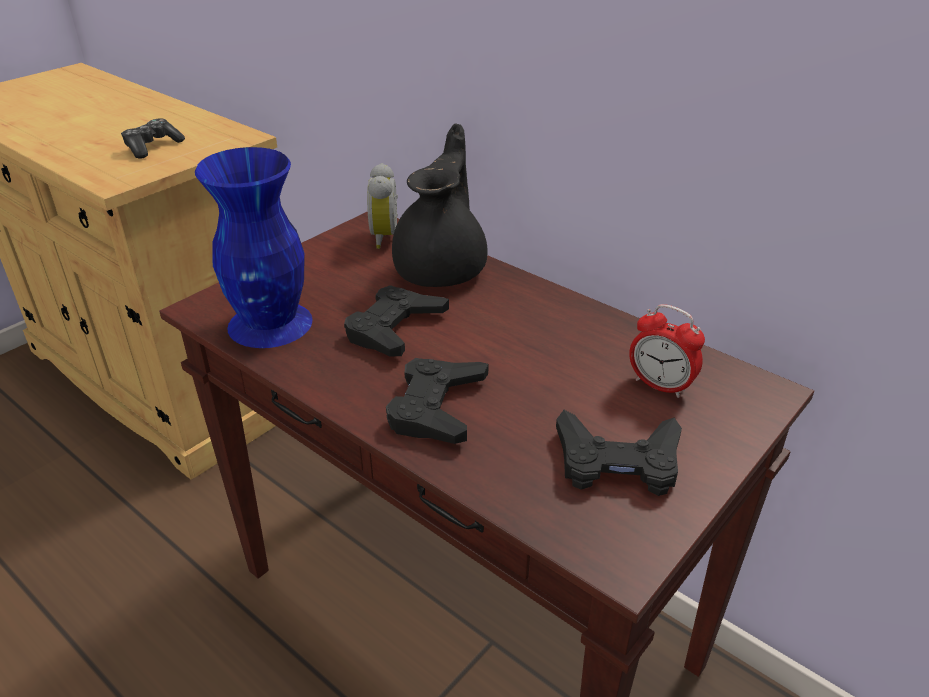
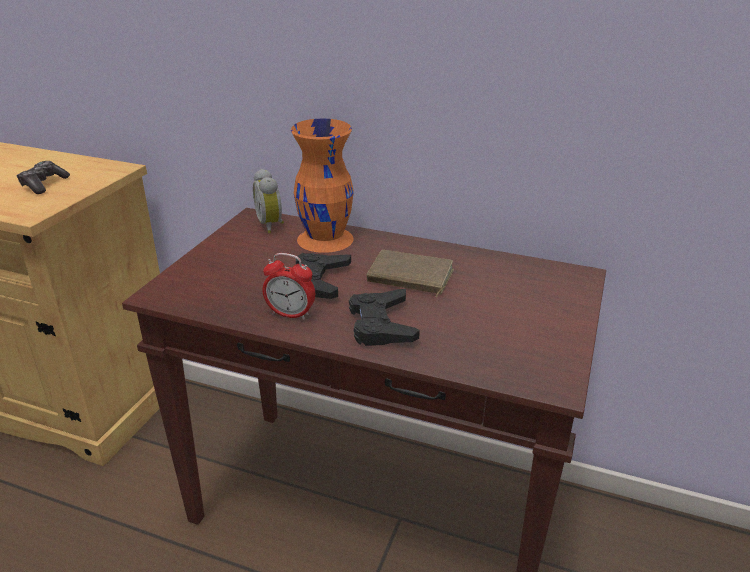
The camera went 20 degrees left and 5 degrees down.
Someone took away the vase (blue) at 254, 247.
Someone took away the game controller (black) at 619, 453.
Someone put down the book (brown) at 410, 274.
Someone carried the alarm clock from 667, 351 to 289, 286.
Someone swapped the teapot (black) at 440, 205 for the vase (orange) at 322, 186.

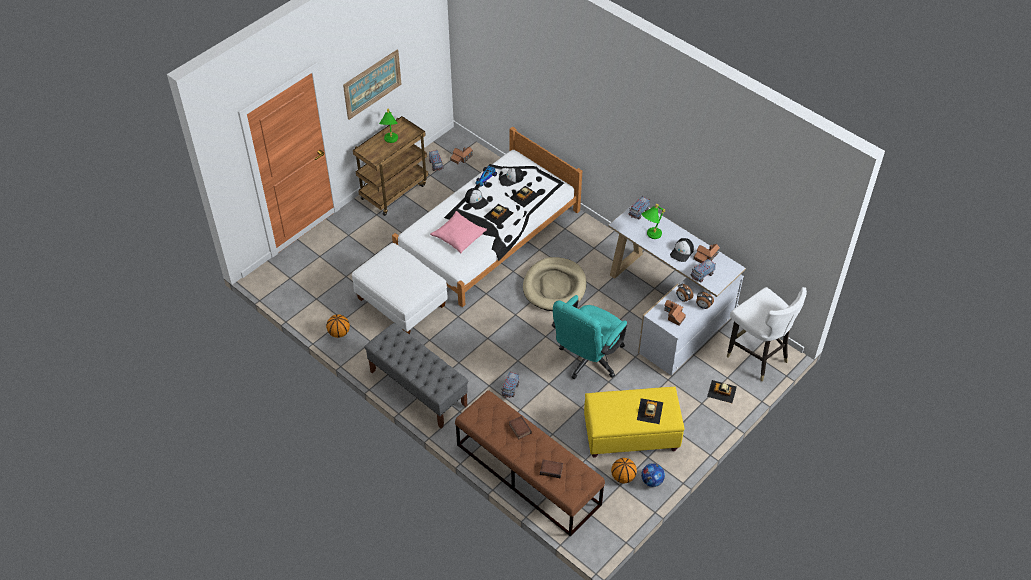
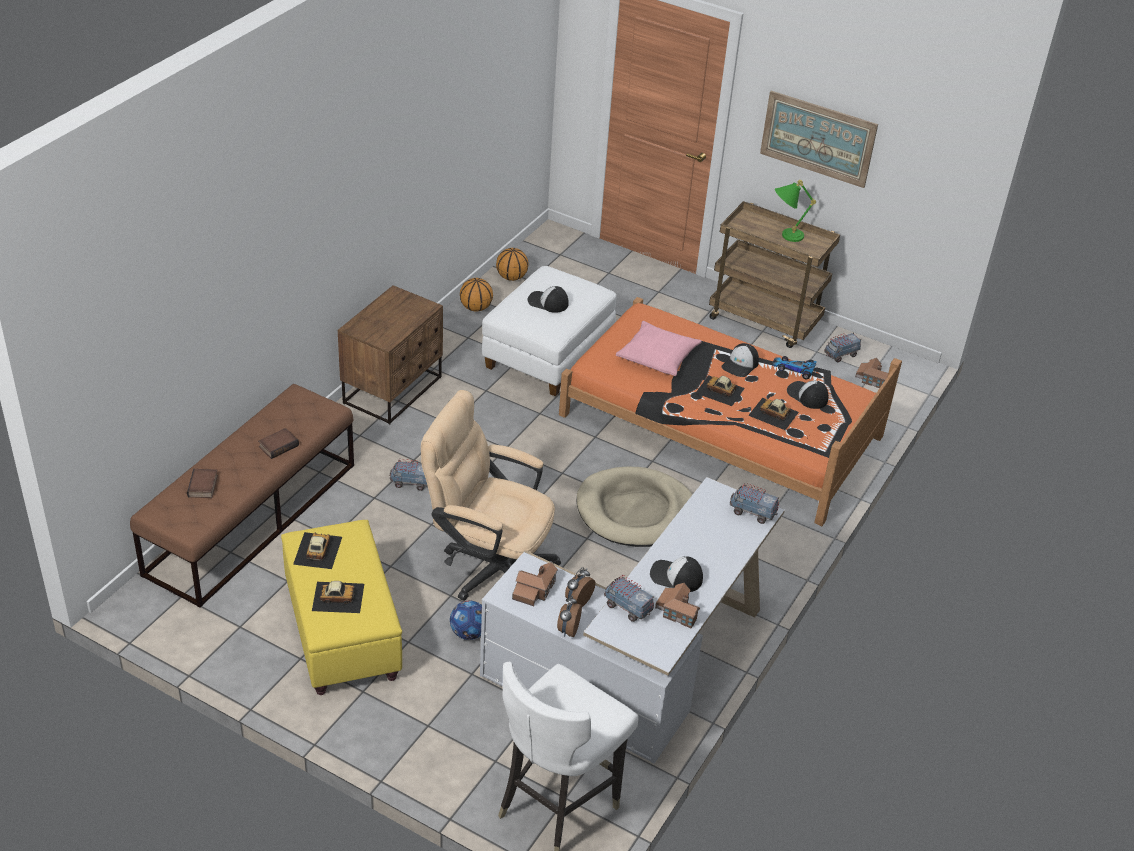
The camera went 75 degrees right and 10 degrees down.
Someone took away the table lamp (green) at 653, 221.
Someone put down the cap at 547, 299.
Someone carried the basketball from 624, 471 to 512, 264.
Someone carried the football from 653, 475 to 466, 620.
Someone carried the toy car from 722, 391 to 317, 550.
Someone swapped the bench (grey) at 416, 376 for the nightstand (brown) at 390, 354.
Someone repainted the bed (white) at 487, 217, which became the bed (orange) at 730, 411.
Someone repainted the office chair (turquoise) at 589, 337, which became the office chair (beige) at 491, 495.

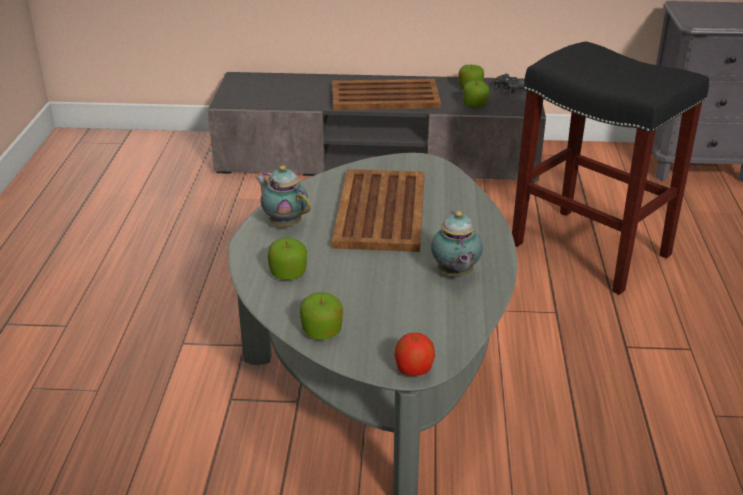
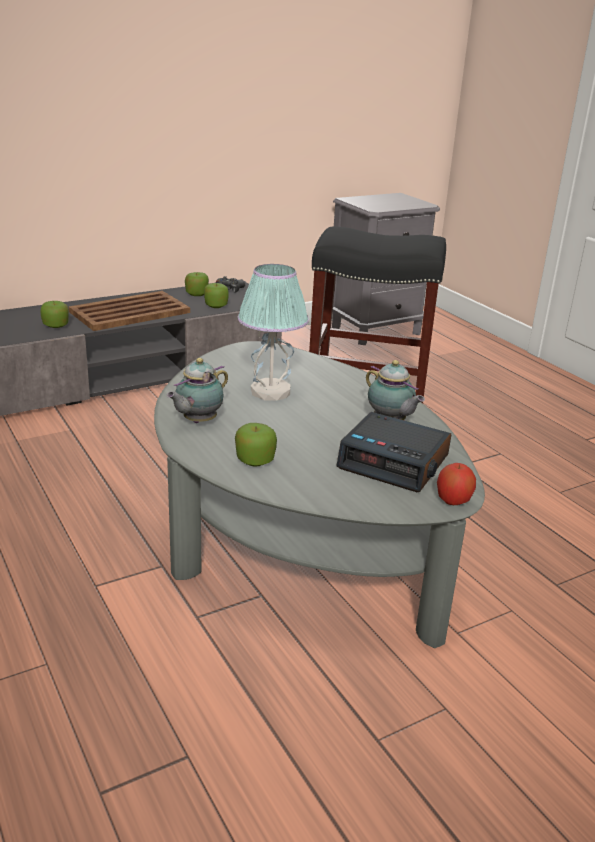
The camera went 35 degrees left and 5 degrees down.
Someone put down the alarm clock at 393, 452.
Someone carried the apple from 321, 315 to 54, 314.
Someone swapped the tray (brown) at 378, 210 for the table lamp at 273, 332.
Someone rotated the teapot at 283, 196 by 60 degrees counterclockwise.

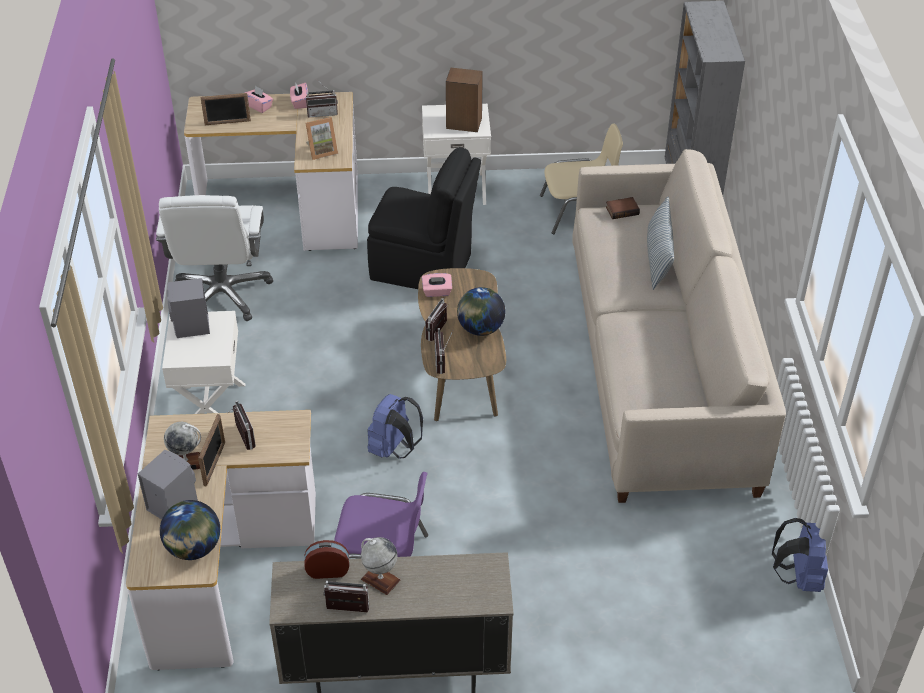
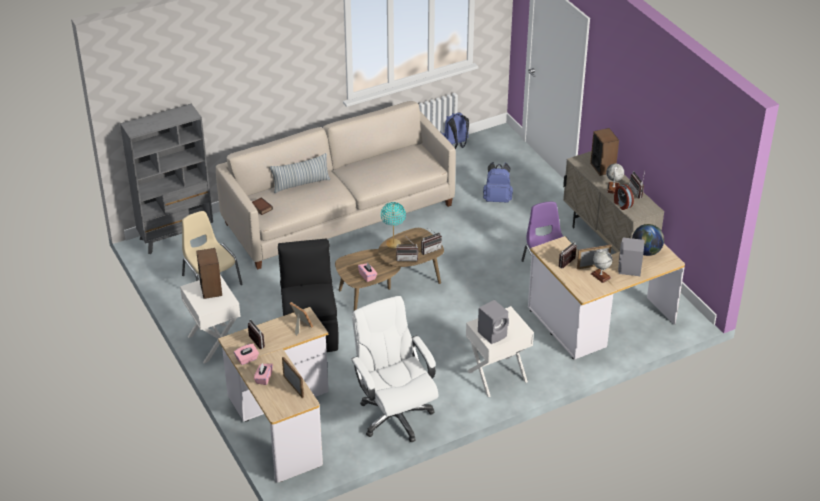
The camera went 115 degrees left and 5 degrees down.
Someone put down the speaker at 604, 152.
Someone carried the backpack (blue) from 395, 426 to 498, 182.
Someone swapped the globe at 481, 311 for the table lamp (turquoise) at 393, 225.
Someone rotated the office chair (white) at 214, 258 by 90 degrees counterclockwise.

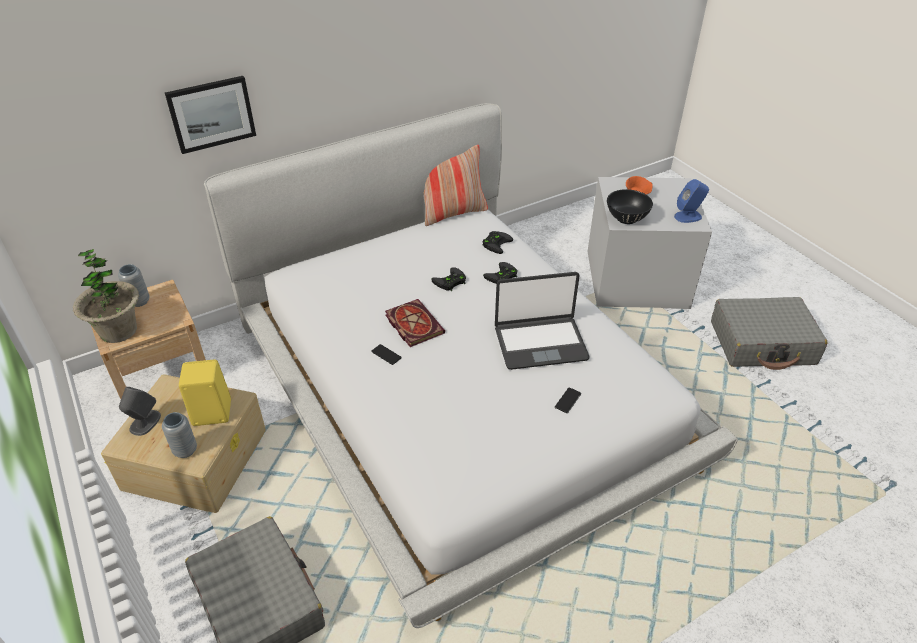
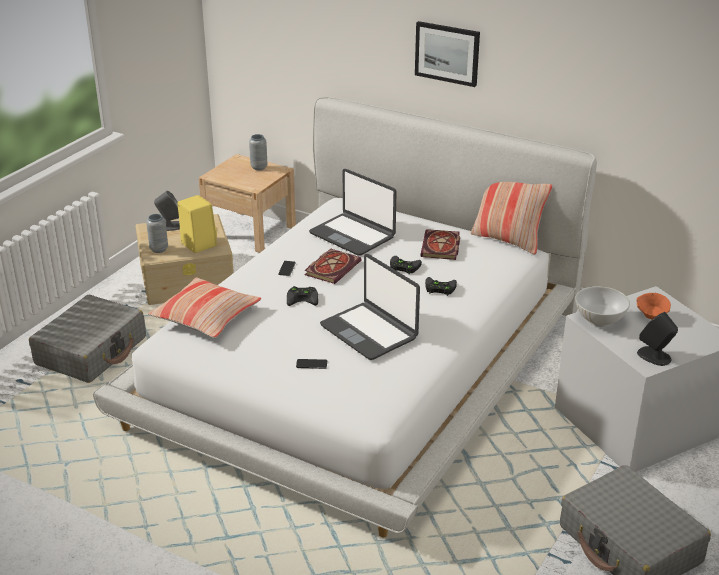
The camera went 60 degrees right and 10 degrees down.
Someone took away the potted plant at 106, 296.
Someone put down the pillow at 204, 307.
Someone put down the laptop at 353, 212.
Someone put down the book at 440, 244.
Someone carried the picture from 210, 115 to 447, 54.
Someone carried the game controller (black) from 497, 242 to 302, 296.
Someone repainted the bowl (black) at 630, 206, which became the bowl (white) at 602, 306.
Someone repainted the speaker (blue) at 691, 201, which became the speaker (black) at 657, 339.

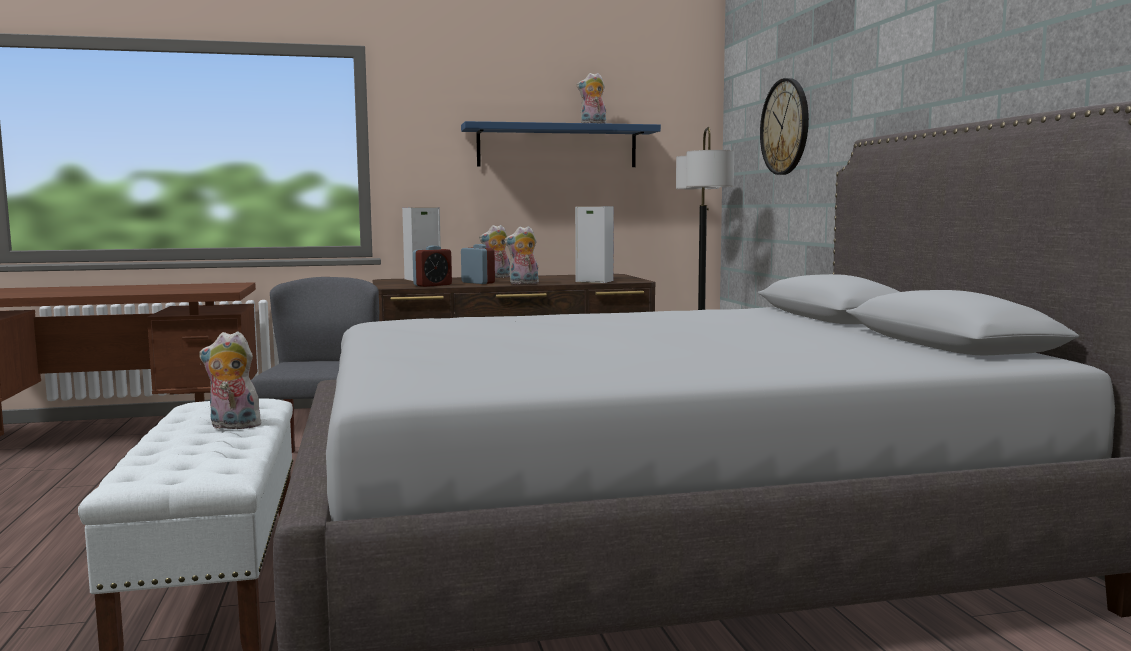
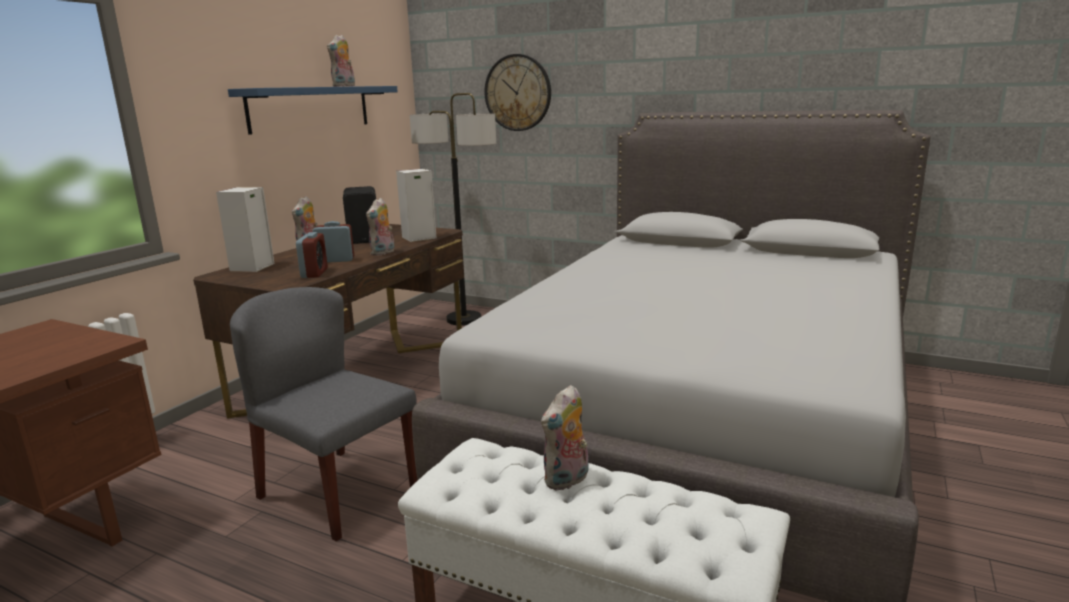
The camera went 50 degrees left and 10 degrees up.
Someone put down the speaker (black) at 359, 215.

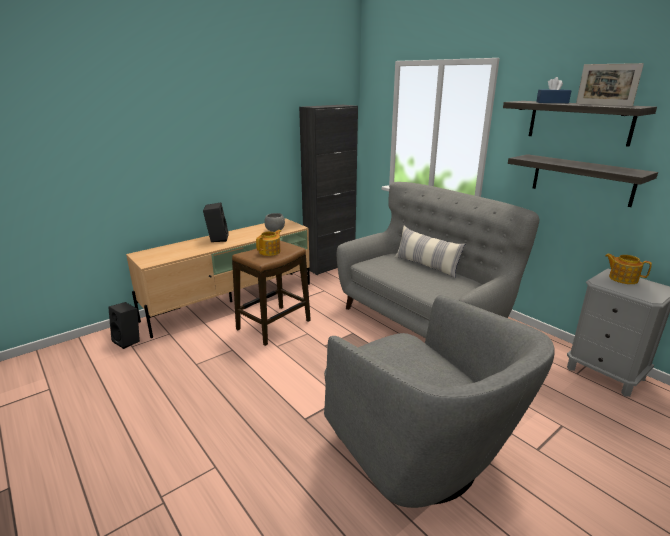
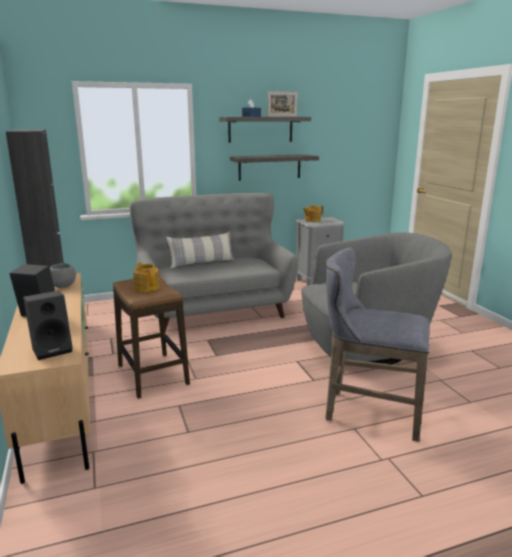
The camera went 70 degrees left and 5 degrees down.
Someone put down the stool (grey) at 377, 344.
Someone carried the speaker (black) from 124, 325 to 48, 325.

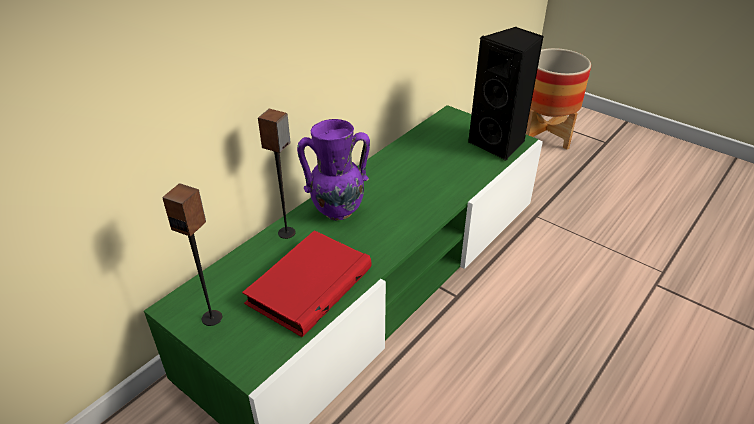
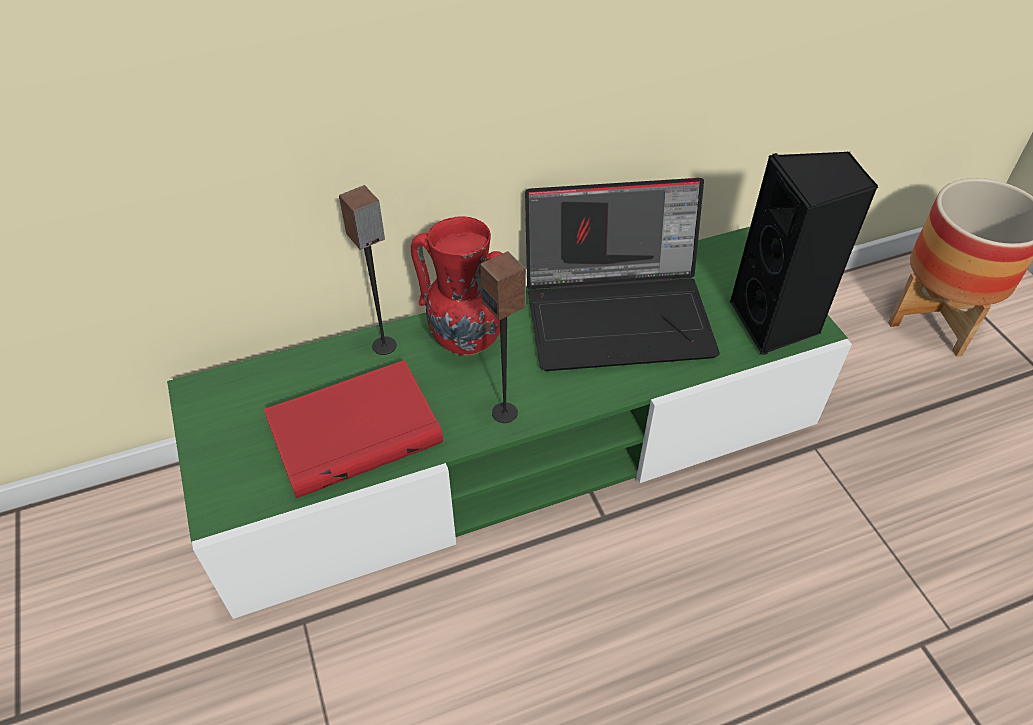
The camera went 30 degrees right and 10 degrees up.
Someone put down the laptop at 622, 274.
Someone carried the speaker from 192, 254 to 503, 337.
Someone repainted the vase (purple) at 333, 169, which became the vase (red) at 460, 286.

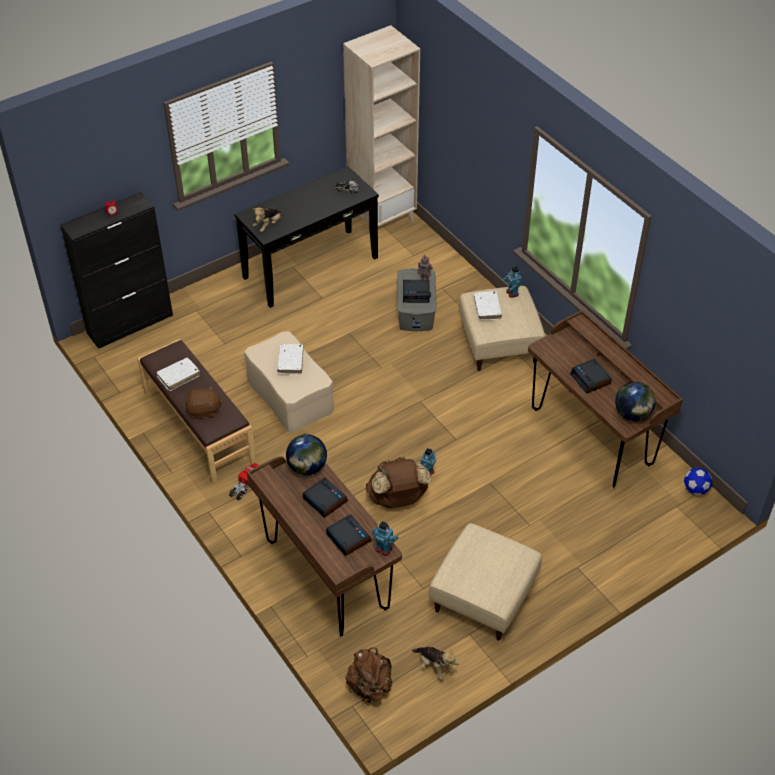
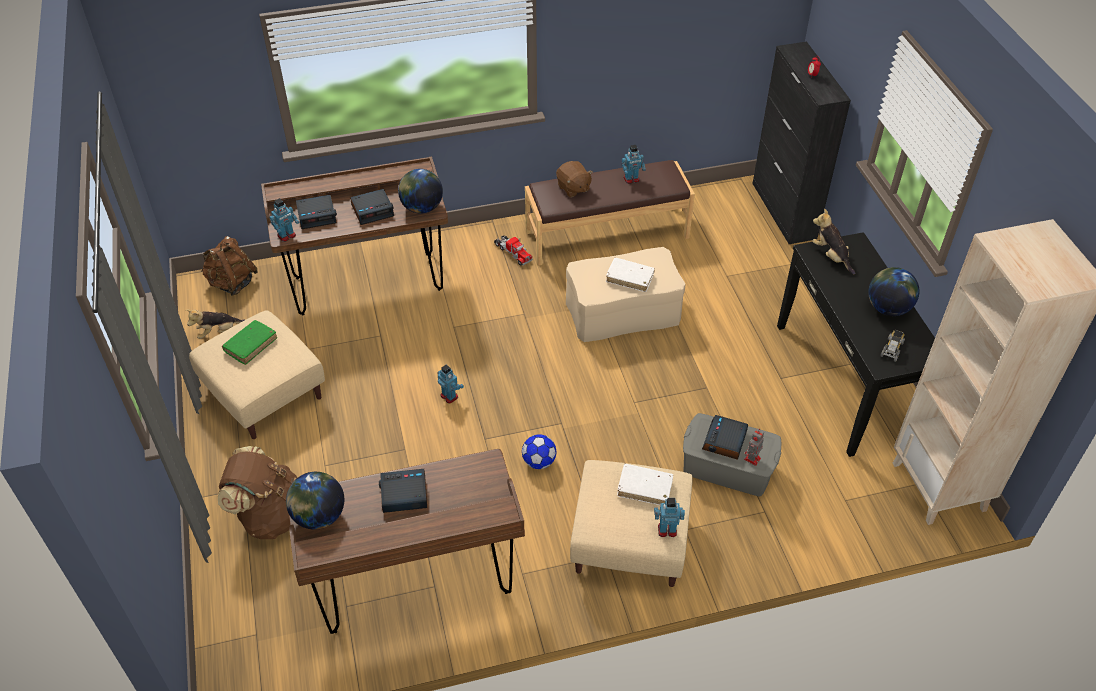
The camera went 110 degrees right and 0 degrees up.
Someone put down the book (green) at 249, 342.
Someone put down the globe at 893, 291.
Someone carried the backpack (brown) from 398, 482 to 258, 492.
Someone carried the football from 698, 481 to 539, 451.
Someone swapped the book (white) at 178, 374 for the toy robot at 633, 164.
Someone rotated the plush toy (brown) at 204, 402 by 45 degrees counterclockwise.

